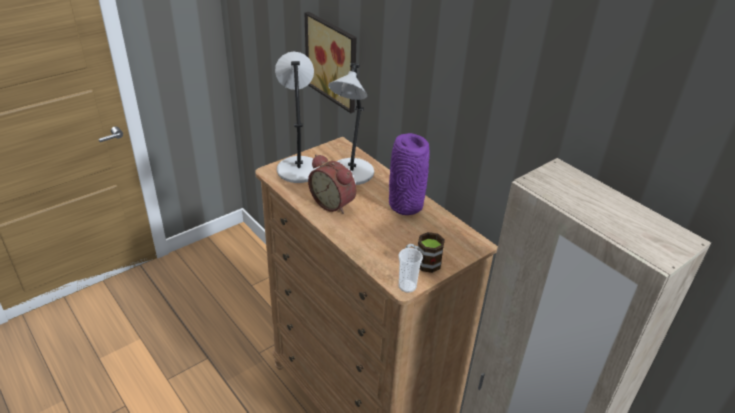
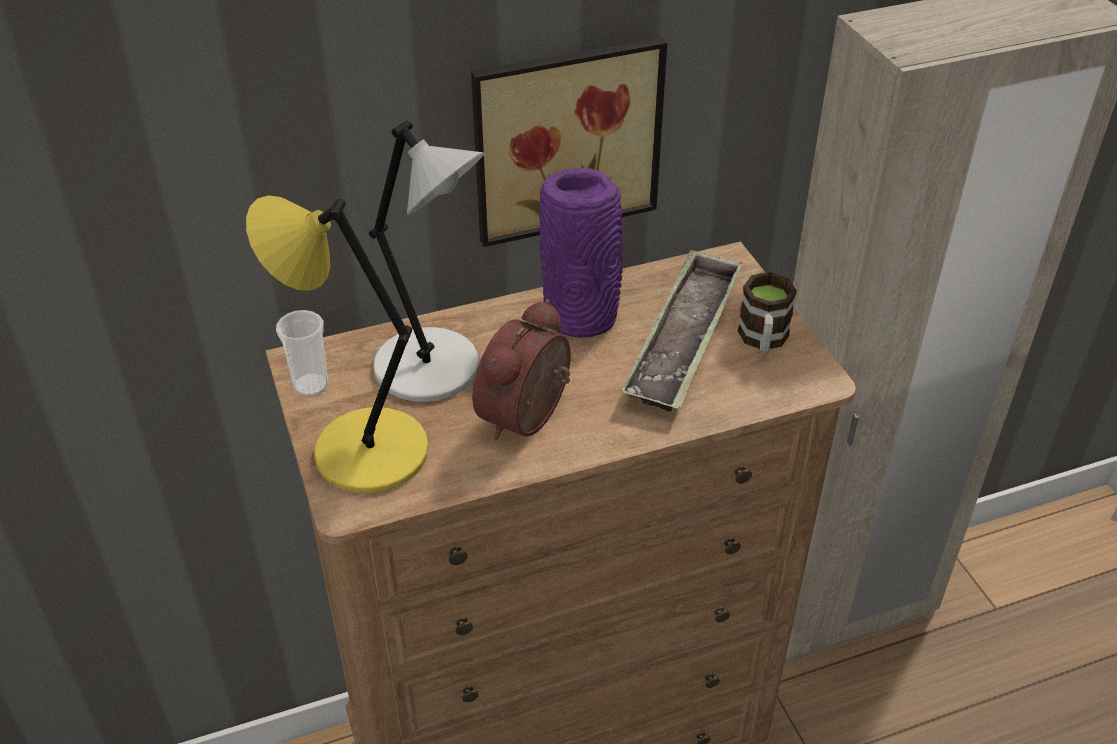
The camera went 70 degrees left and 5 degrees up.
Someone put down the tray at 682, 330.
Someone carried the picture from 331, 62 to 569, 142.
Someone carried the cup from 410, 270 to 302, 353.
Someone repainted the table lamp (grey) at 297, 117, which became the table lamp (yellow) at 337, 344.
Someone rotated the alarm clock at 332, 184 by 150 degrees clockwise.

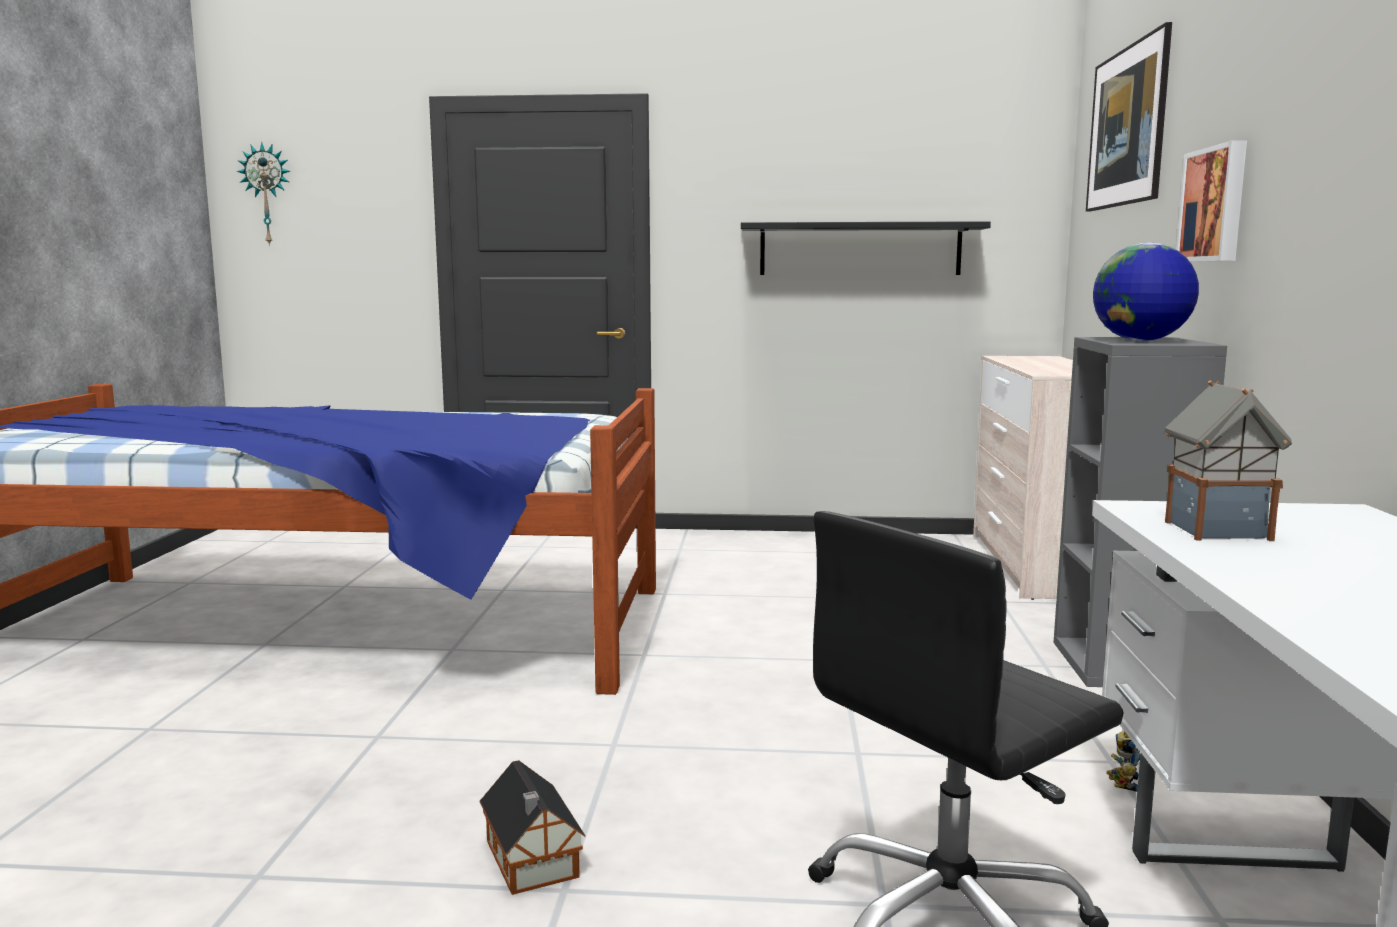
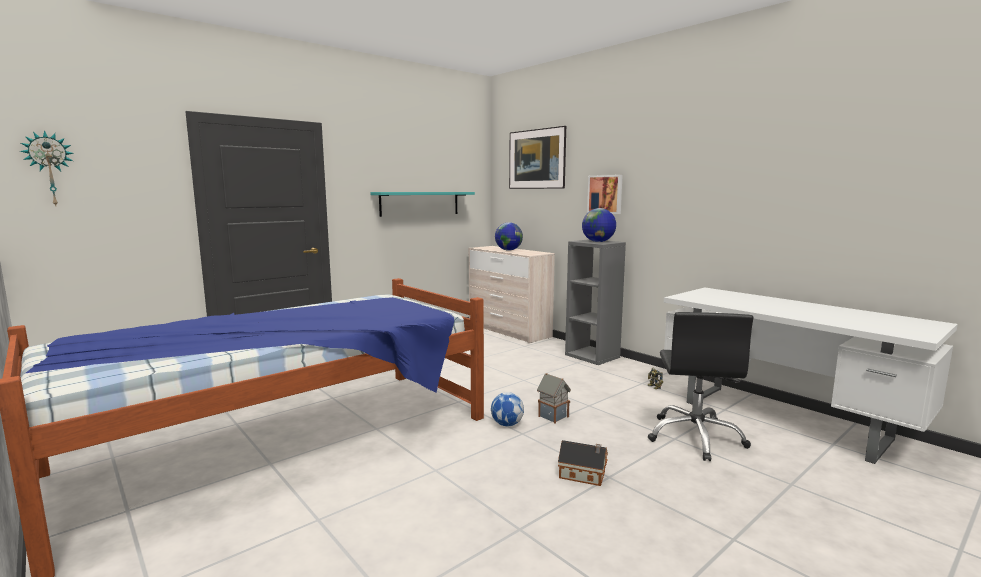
The camera went 45 degrees left and 0 degrees up.
Someone put down the football at 507, 409.
Someone put down the globe at 509, 236.
Someone carried the toy house from 1228, 460 to 554, 398.
Someone repainted the shelf (black) at 866, 248, which became the shelf (turquoise) at 422, 204.

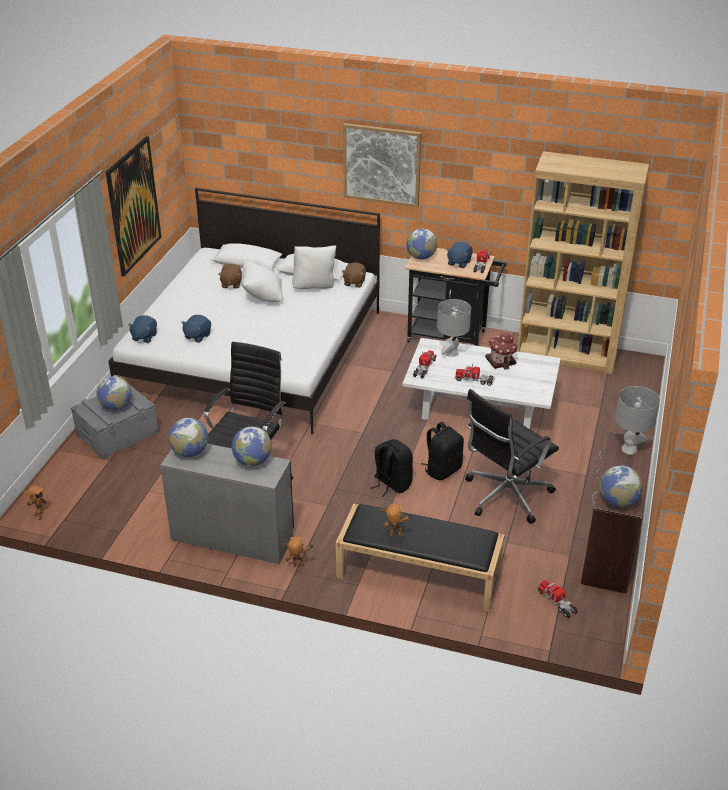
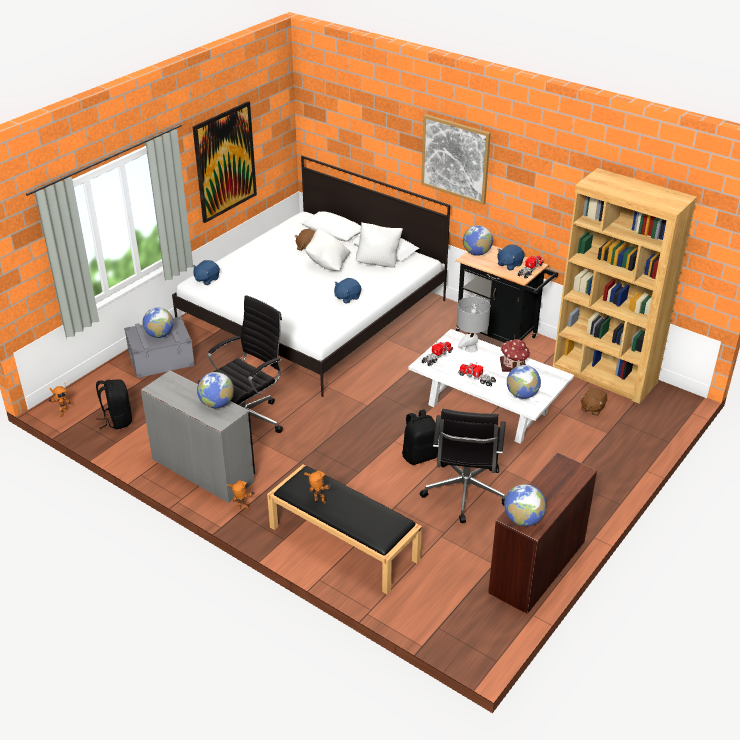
The camera went 20 degrees right and 0 degrees up.
Someone took away the toy truck at 557, 599.
Someone took away the table lamp (grey) at 637, 420.
Someone carried the globe from 188, 437 to 524, 382.
Someone carried the plush toy (blue) from 196, 329 to 347, 291.
Someone carried the plush toy (brown) from 354, 275 to 593, 402.
Someone carried the backpack (black) from 392, 468 to 114, 404.
Someone rotated the office chair (black) at 512, 456 by 60 degrees counterclockwise.

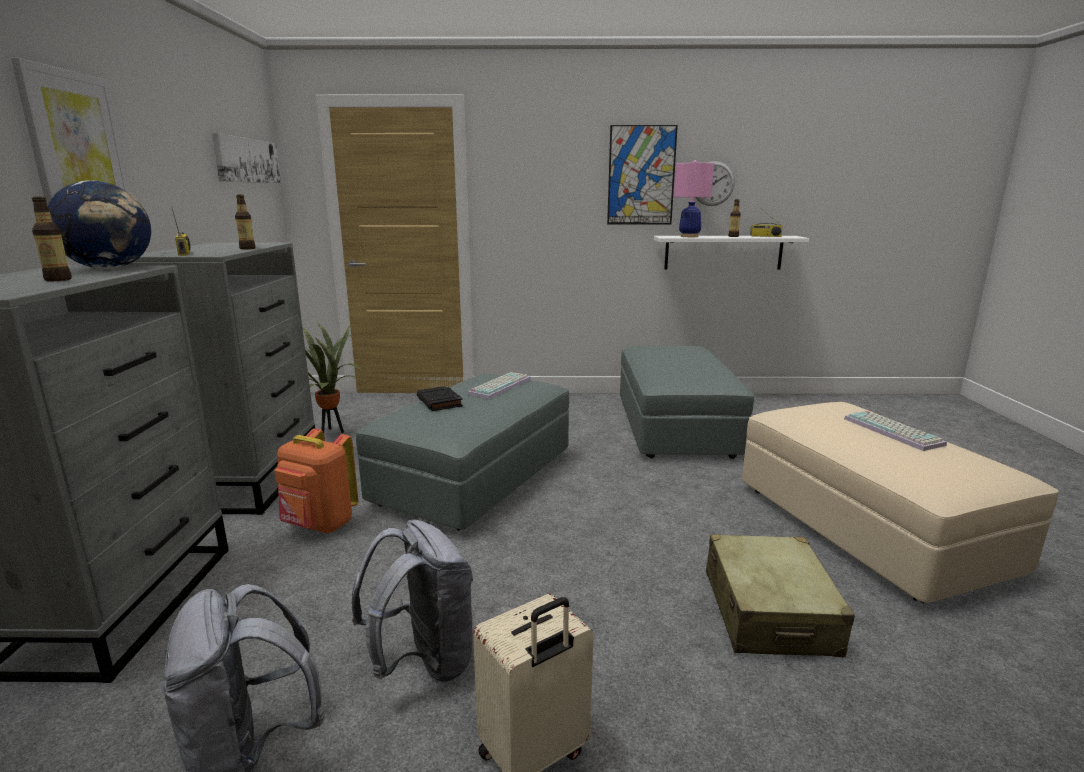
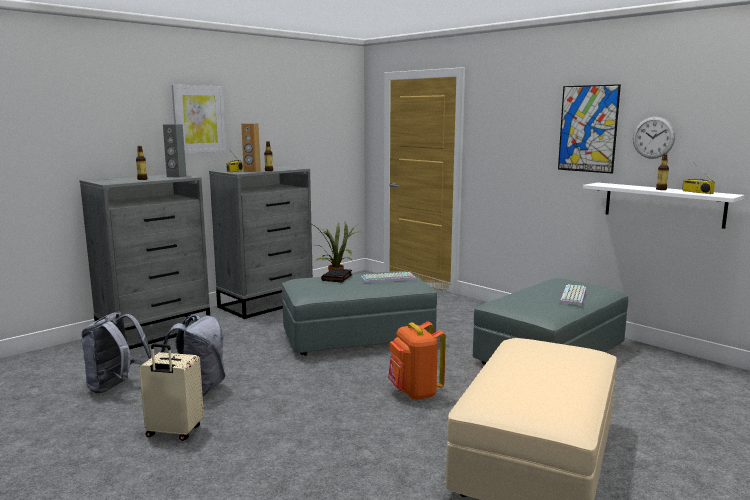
The camera went 45 degrees right and 5 degrees down.
Someone took away the picture at 246, 158.
Someone took away the table lamp (pink) at 694, 198.
Someone took away the suitcase (beige) at 780, 596.
Someone put down the speaker (brown) at 251, 147.
Someone carried the backpack (orange) from 316, 481 to 417, 361.
Someone carried the keyboard from 895, 431 to 573, 294.
Someone swapped the globe at 99, 225 for the speaker (grey) at 174, 150.

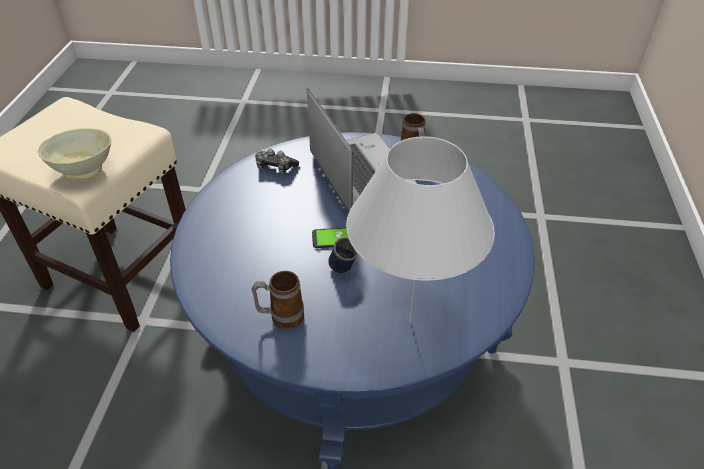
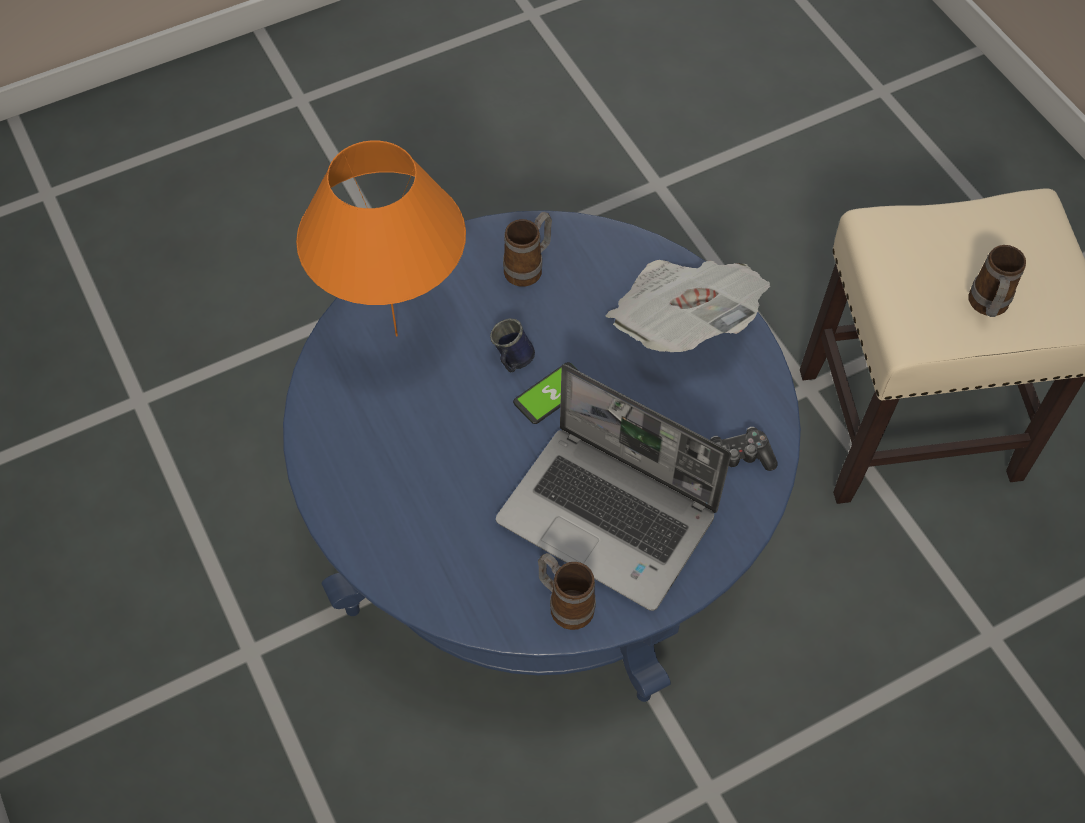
The camera went 145 degrees right and 15 degrees up.
Someone took away the bowl (beige) at 74, 154.
Someone put down the newspaper at 688, 306.
Someone put down the mug at 997, 281.
Someone repainted the table lamp (white) at 420, 229, which became the table lamp (orange) at 381, 238.

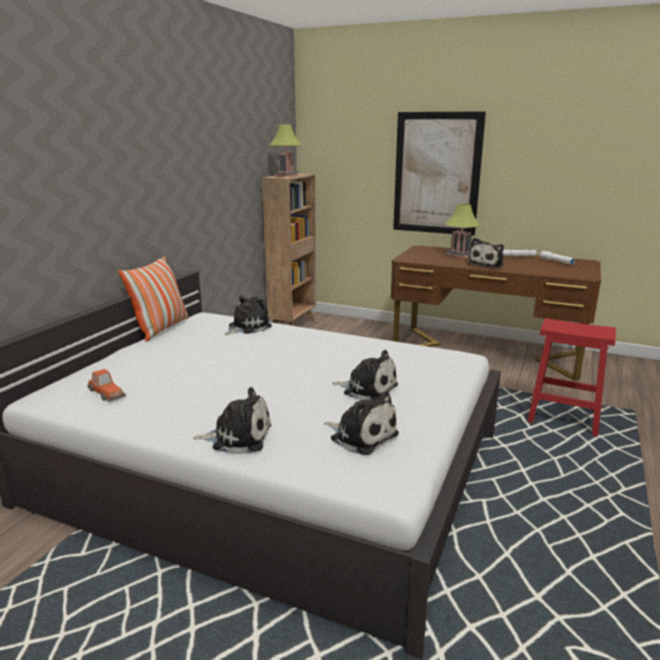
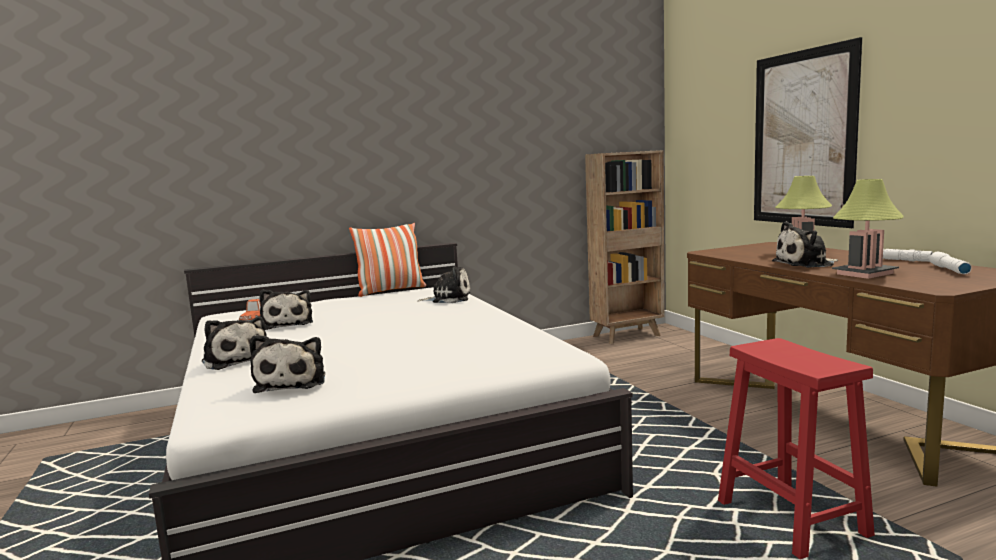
The camera went 45 degrees right and 10 degrees down.
Someone carried the table lamp from 285, 151 to 868, 229.
Someone carried the plush toy from 365, 375 to 286, 310.

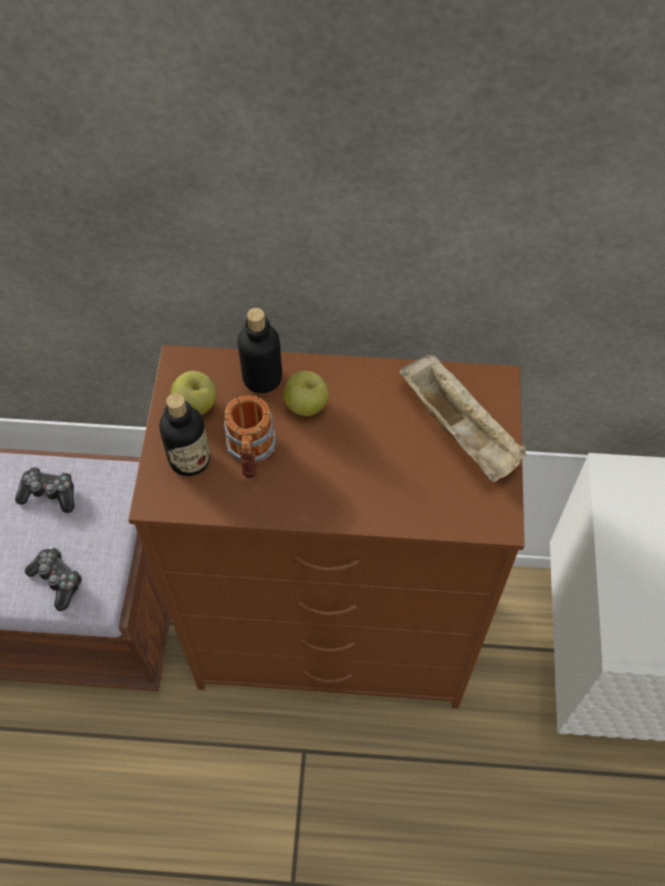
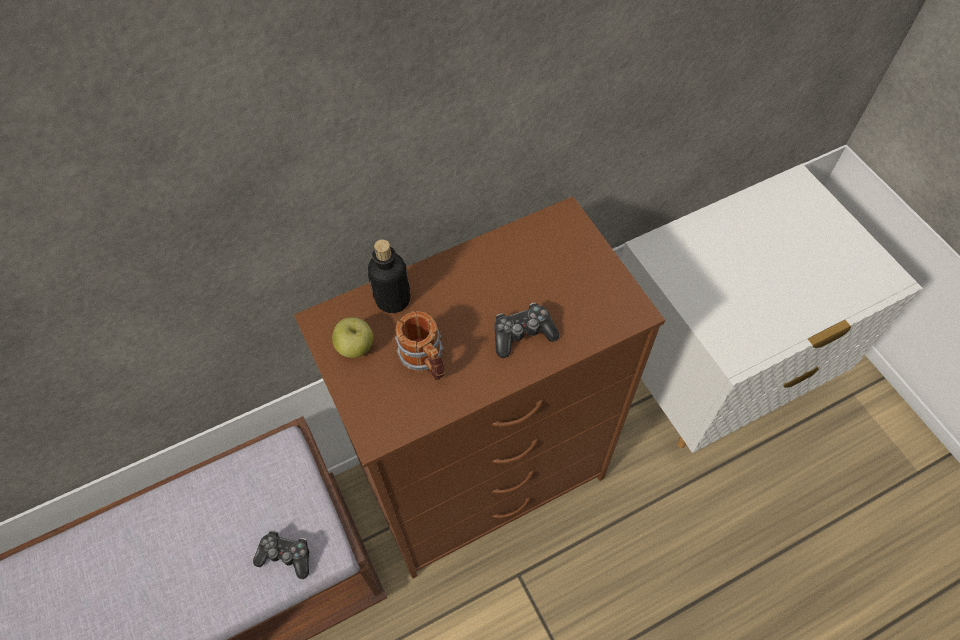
The camera went 30 degrees left and 0 degrees up.
Someone took away the bottle at 184, 434.
Someone took away the apple at 306, 393.
Someone took away the tray (beige) at 463, 418.
Someone carried the game controller from 44, 490 to 526, 330.

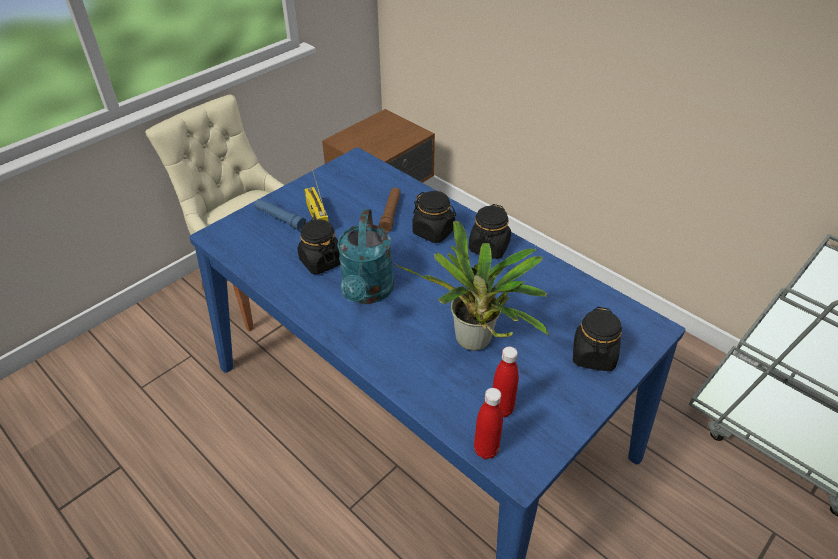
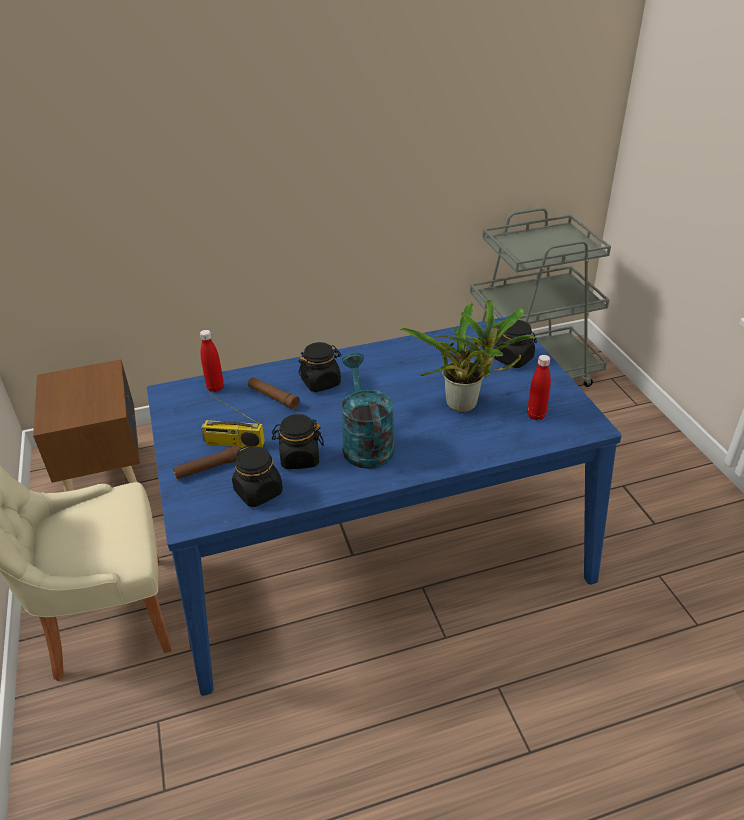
The camera went 60 degrees left and 5 degrees down.
Someone carried the jar (black) from 490, 231 to 257, 476.
Someone carried the bottle (red) from 488, 423 to 212, 361.
Someone repainted the flashlight (blue) at 280, 214, which became the flashlight (brown) at 206, 462.
Someone rotated the watering can (turquoise) at 365, 256 by 135 degrees counterclockwise.

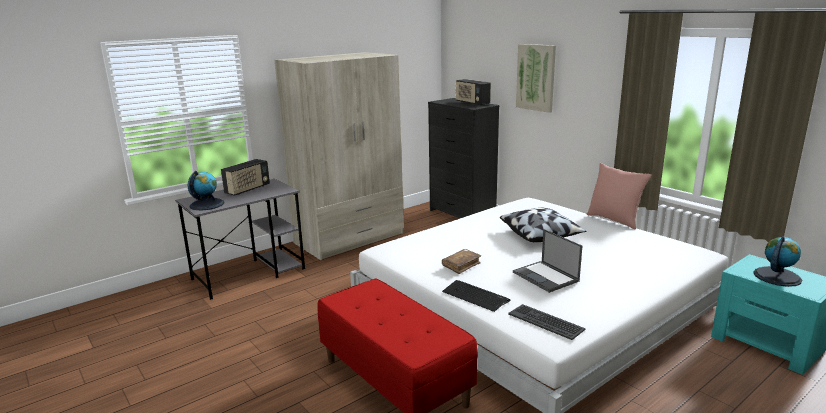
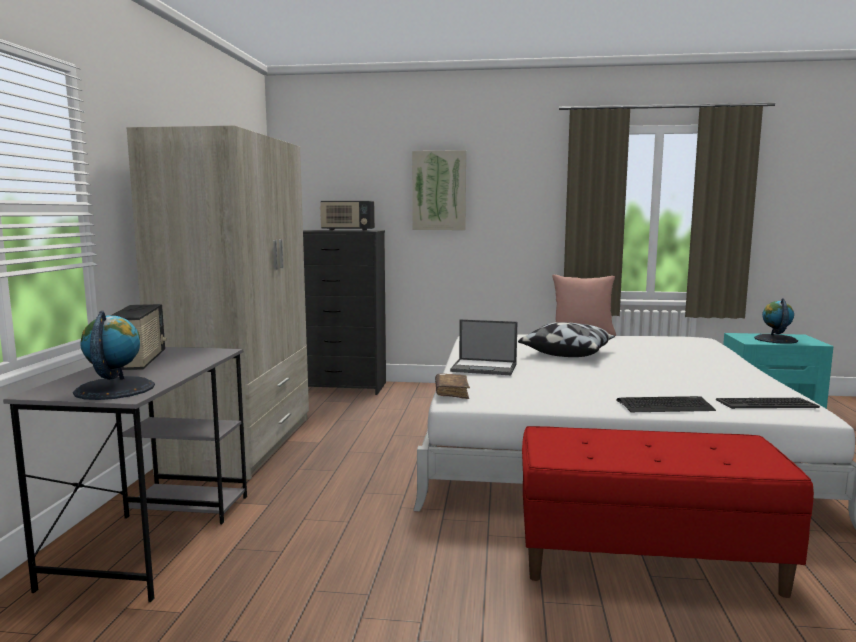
The camera went 45 degrees left and 10 degrees down.
Someone carried the book (brown) from 461, 261 to 452, 386.
Someone carried the laptop from 547, 261 to 483, 347.

